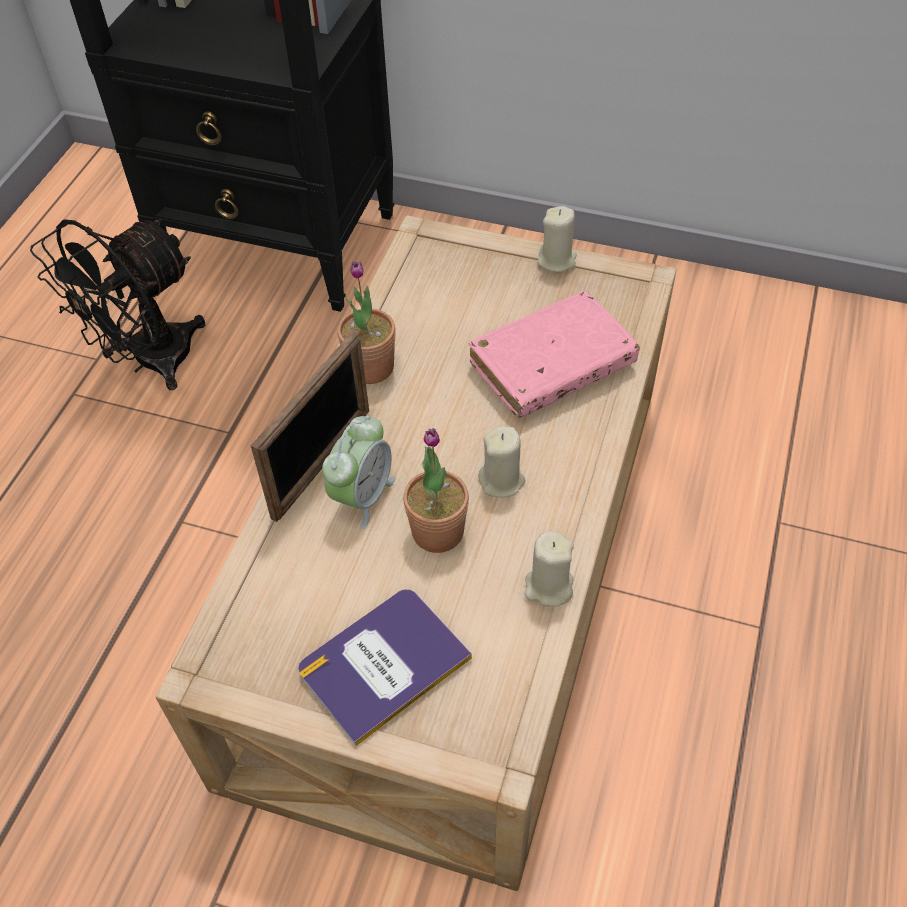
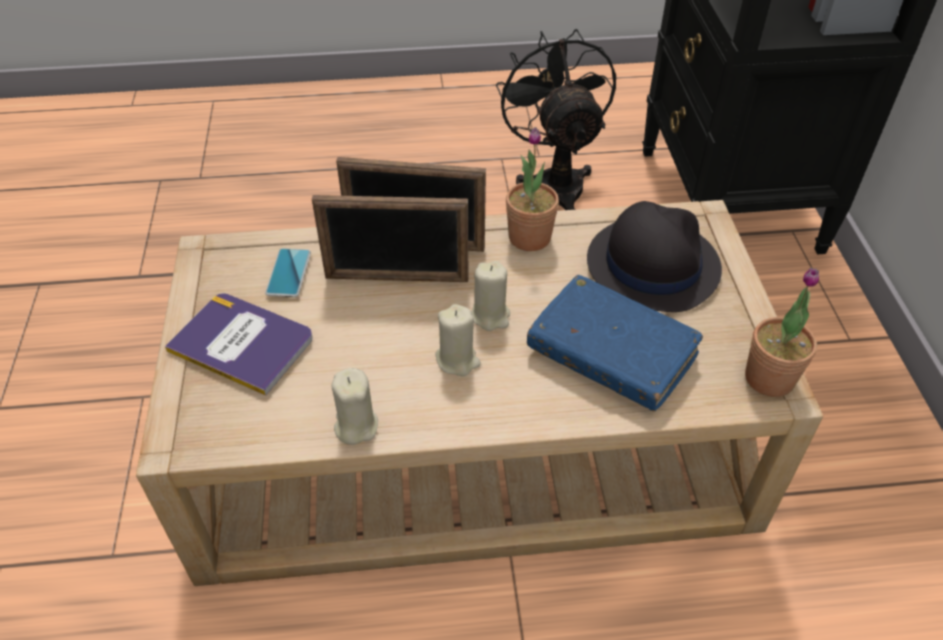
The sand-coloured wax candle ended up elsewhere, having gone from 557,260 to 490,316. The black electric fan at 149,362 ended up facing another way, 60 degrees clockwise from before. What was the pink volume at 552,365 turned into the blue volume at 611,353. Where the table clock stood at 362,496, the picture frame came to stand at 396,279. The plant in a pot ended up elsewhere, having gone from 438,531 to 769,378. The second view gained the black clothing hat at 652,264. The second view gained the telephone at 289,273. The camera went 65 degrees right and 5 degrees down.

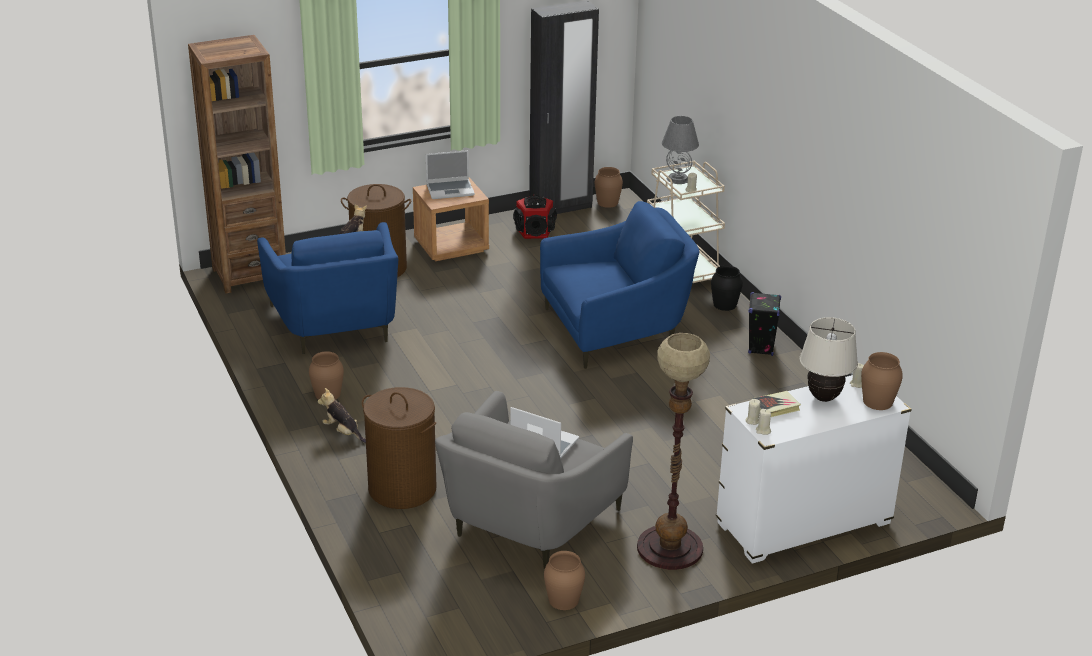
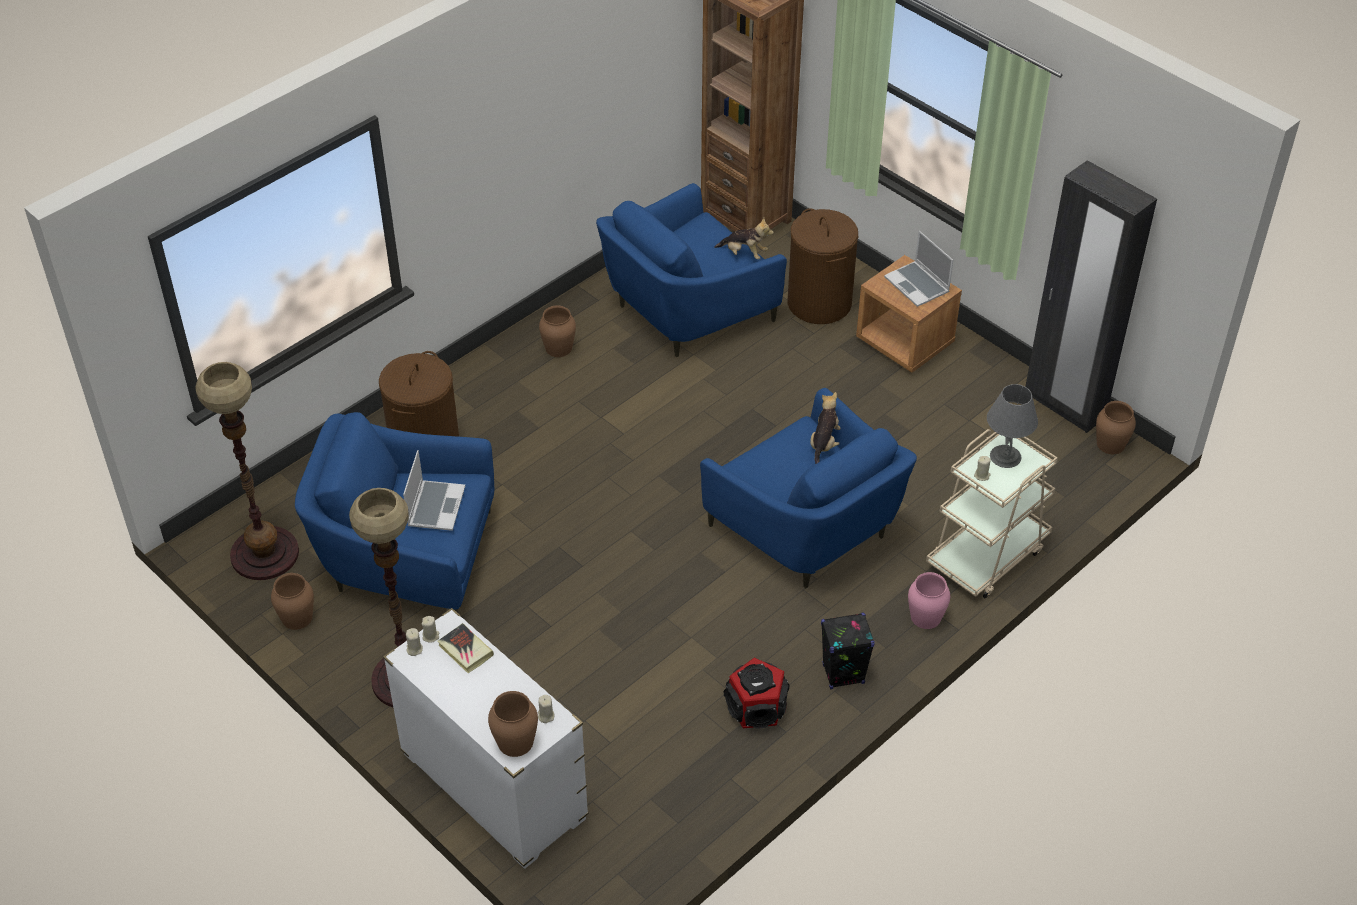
The speaker ended up elsewhere, having gone from 535,231 to 757,709. What was the black decorative vase at 725,304 turned into the pink decorative vase at 926,617. The second view lost the sand-coloured lamp for a table at 824,398. The soft toy ended up elsewhere, having gone from 343,432 to 824,444. What was the grey armchair at 528,523 turned into the blue armchair at 407,557. The second view gained the floor lamp at 264,554. The camera went 70 degrees right and 15 degrees up.

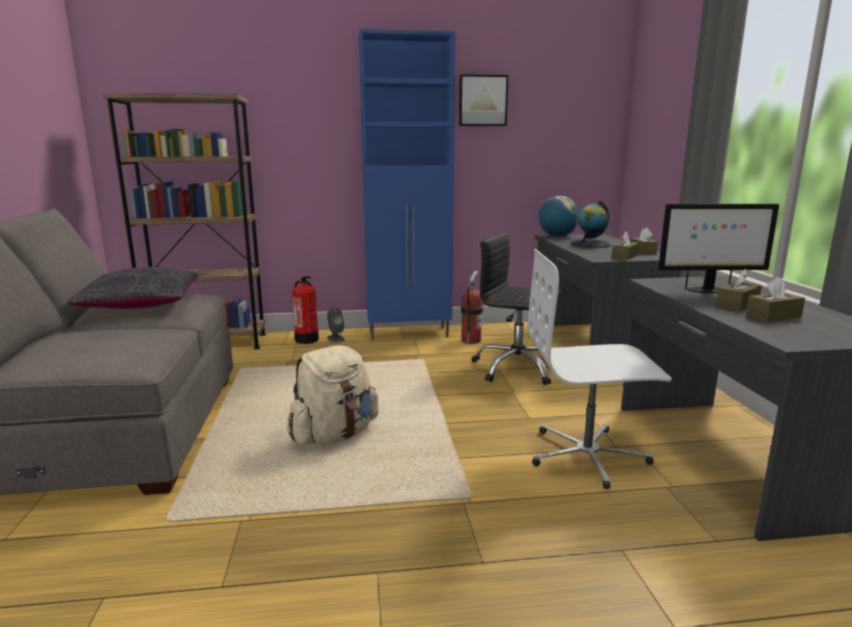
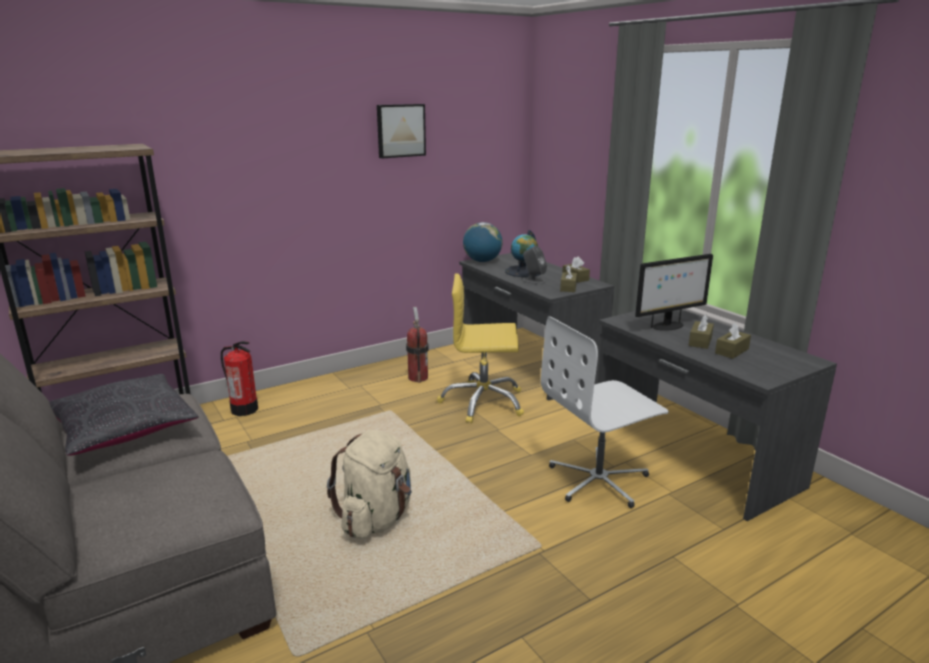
The second view lost the blue cabinet at 410,333. What was the black office chair at 516,368 turned into the yellow-coloured office chair at 483,402. The grey speaker ended up elsewhere, having gone from 335,338 to 533,281. The camera went 25 degrees left and 5 degrees up.

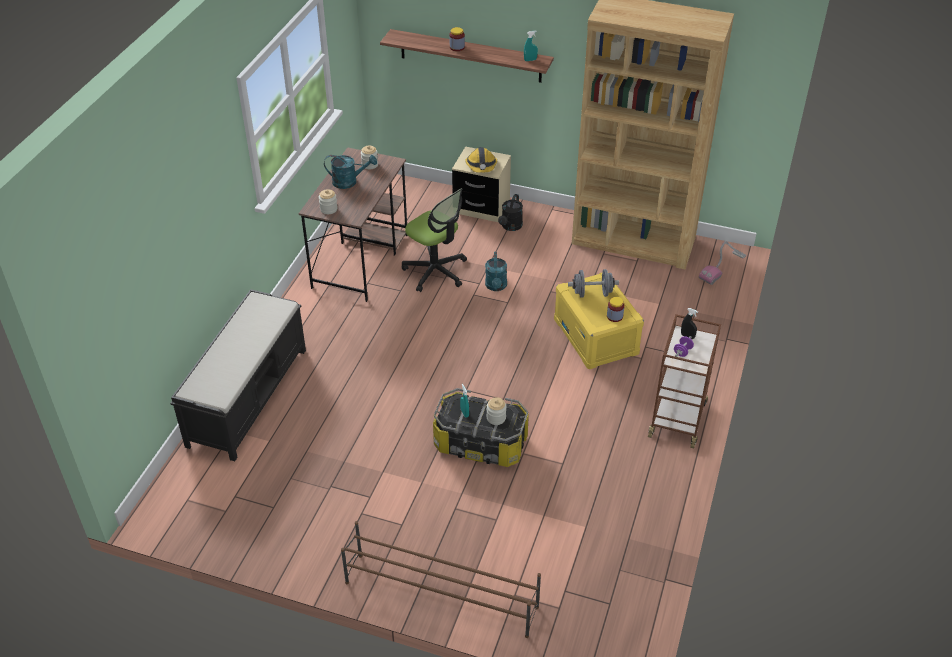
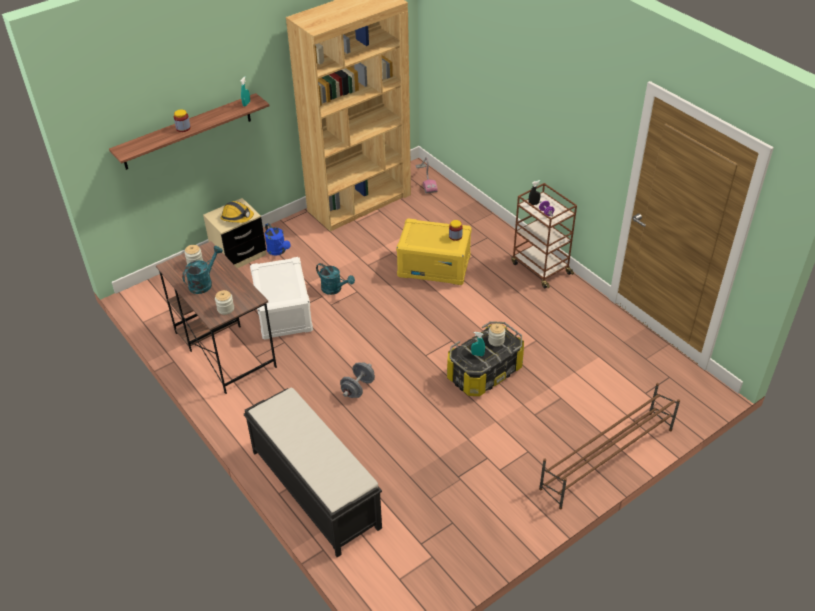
Where the office chair stood at 435,271, the white storage box came to stand at 284,313. What was the black watering can at 510,227 turned into the blue watering can at 278,251. The grey dumbbell ended up elsewhere, having gone from 592,293 to 358,388. The camera went 55 degrees left and 0 degrees up.

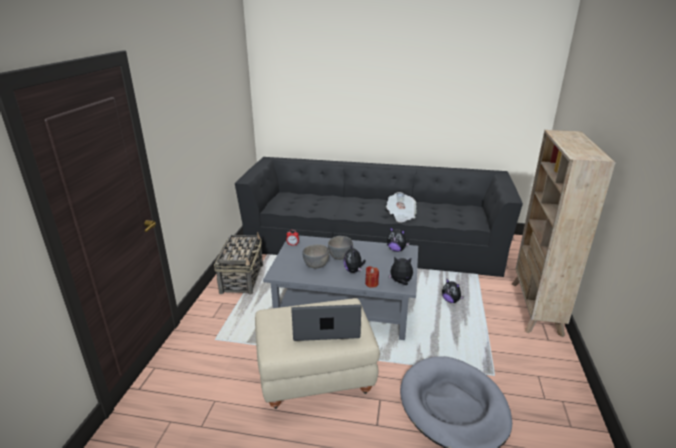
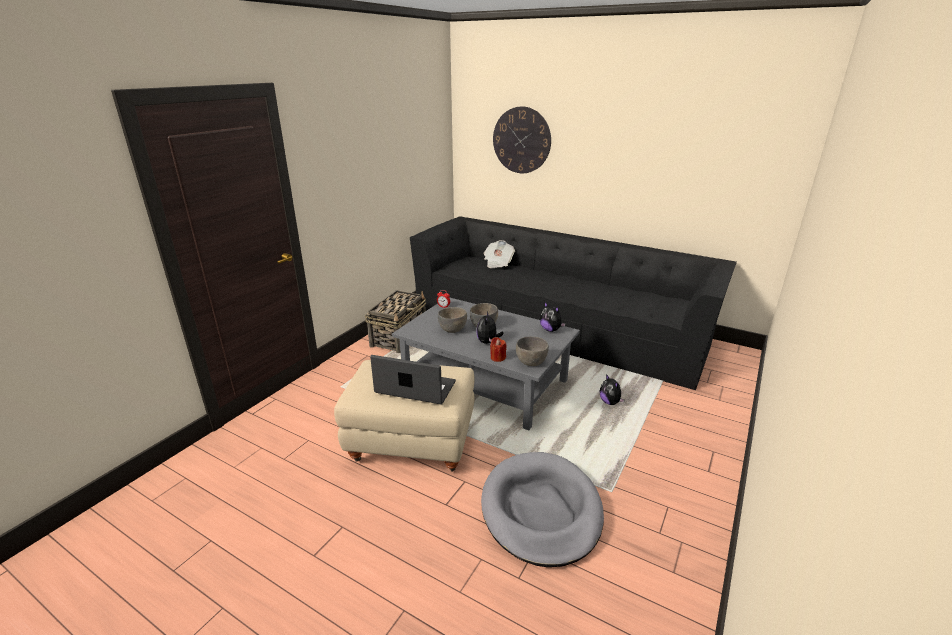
The second view lost the sand-coloured bookshelf at 535,308. The newspaper ended up elsewhere, having gone from 401,215 to 498,263. Where the soft toy stood at 400,282, the grey serving bowl came to stand at 530,362. The second view gained the clock on the wall at 521,140. The camera went 20 degrees right and 0 degrees up.

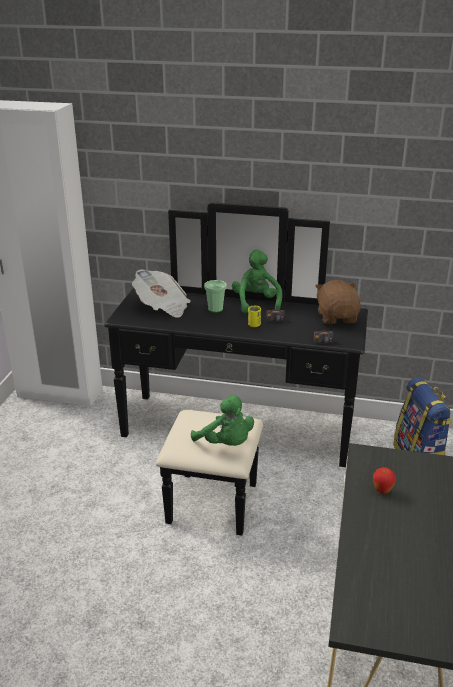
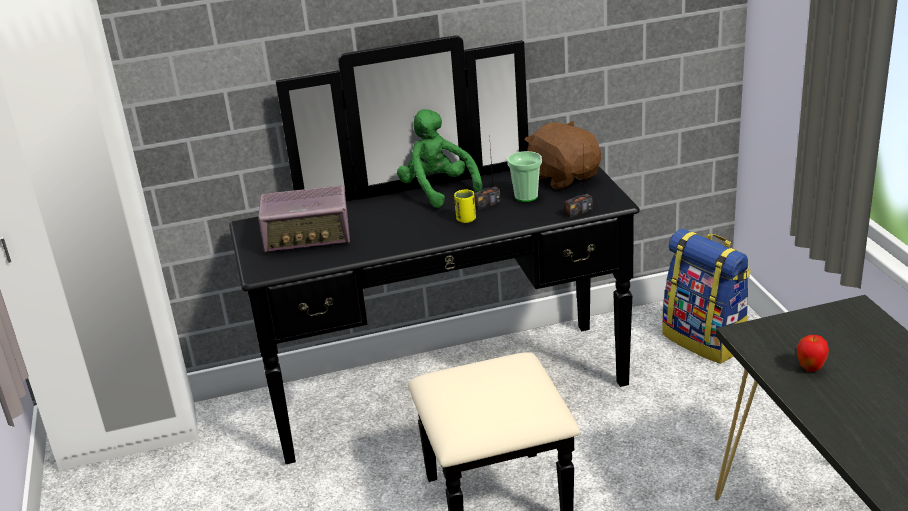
Where the newspaper stood at 162,307, the radio receiver came to stand at 308,236. The small cup ended up elsewhere, having gone from 215,309 to 526,196. The second view lost the green-coloured soft toy at 226,444. The camera went 25 degrees left and 0 degrees up.

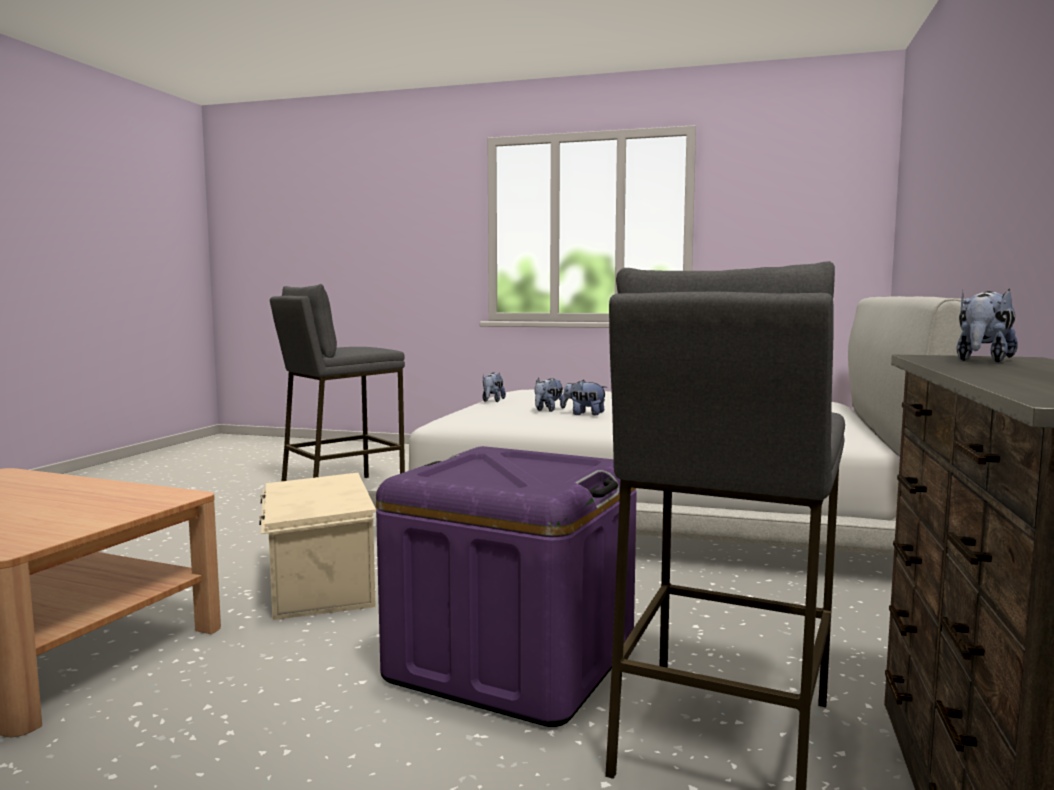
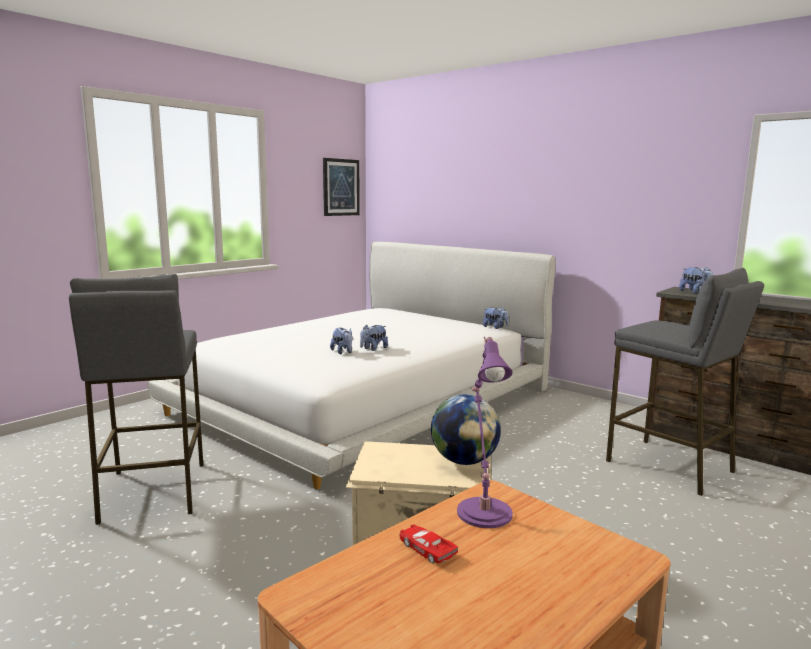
The soft toy ended up elsewhere, having gone from 492,401 to 495,327. The second view lost the purple storage box at 512,660. The second view gained the wall art at 340,187. The second view gained the purple lamp for a table at 483,510. The second view gained the desk globe at 464,461. The second view gained the red-coloured model car at 426,548. The camera went 65 degrees left and 5 degrees up.

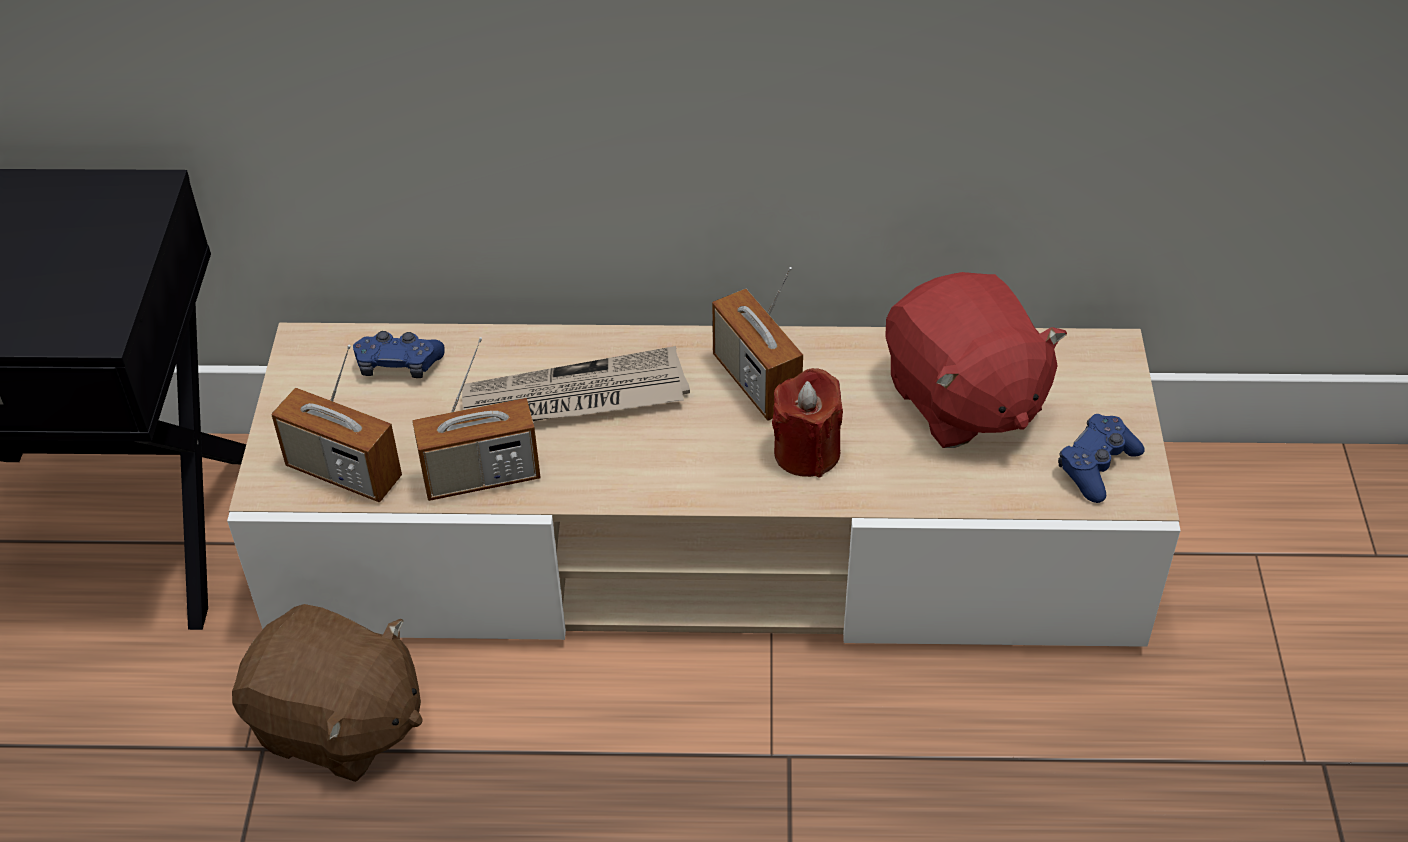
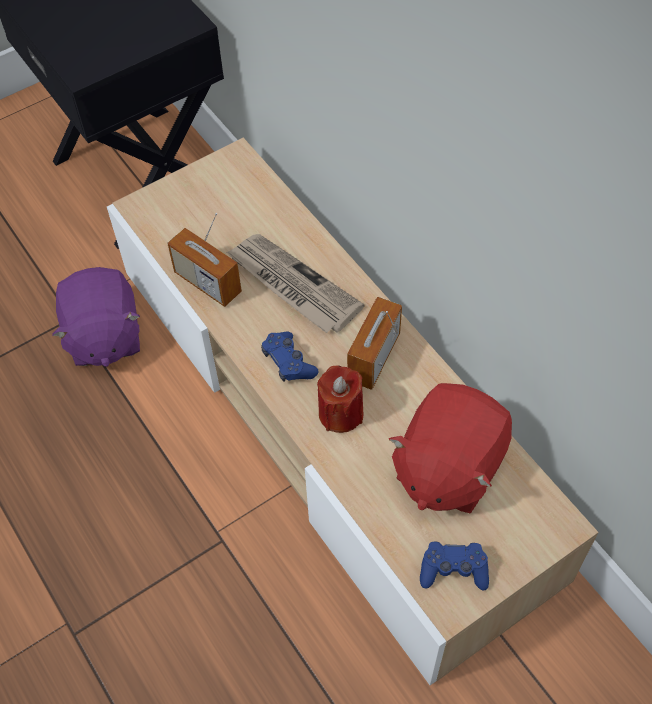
The blue joypad ended up elsewhere, having gone from 398,365 to 288,362. The second view lost the radio receiver at 344,472. What was the brown soft toy at 338,725 turned into the purple soft toy at 103,337. The camera went 55 degrees right and 10 degrees up.

